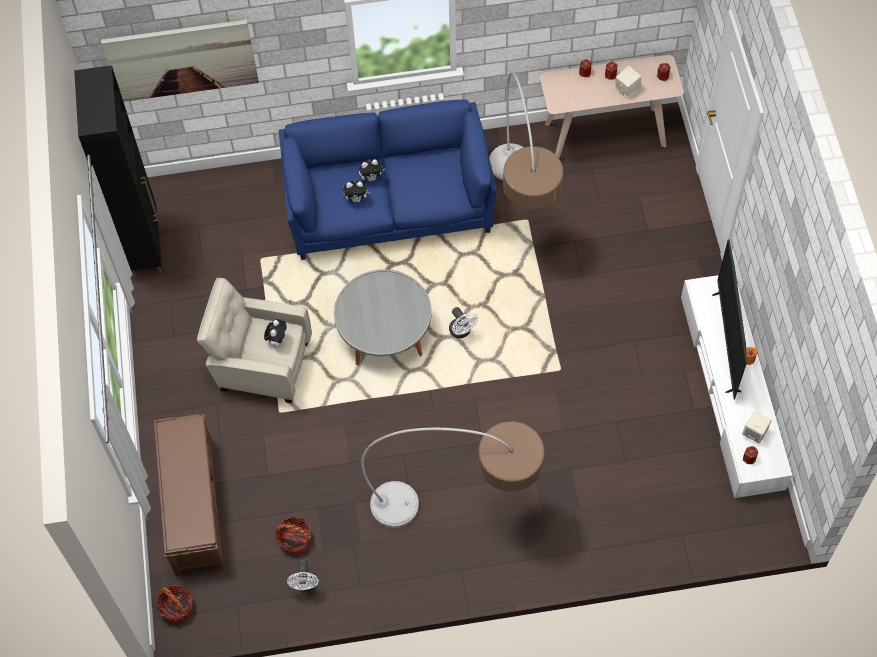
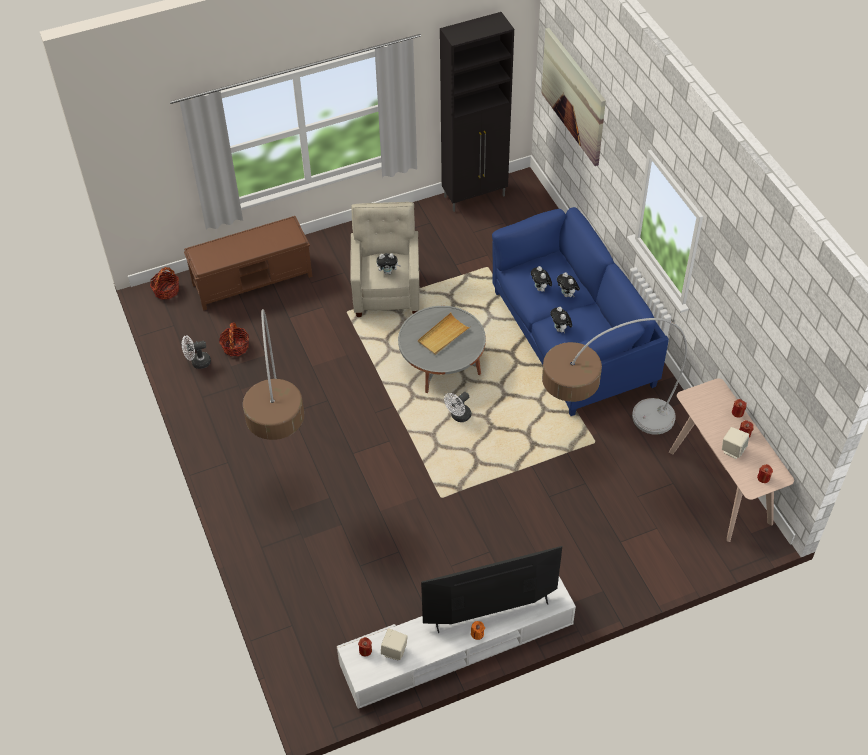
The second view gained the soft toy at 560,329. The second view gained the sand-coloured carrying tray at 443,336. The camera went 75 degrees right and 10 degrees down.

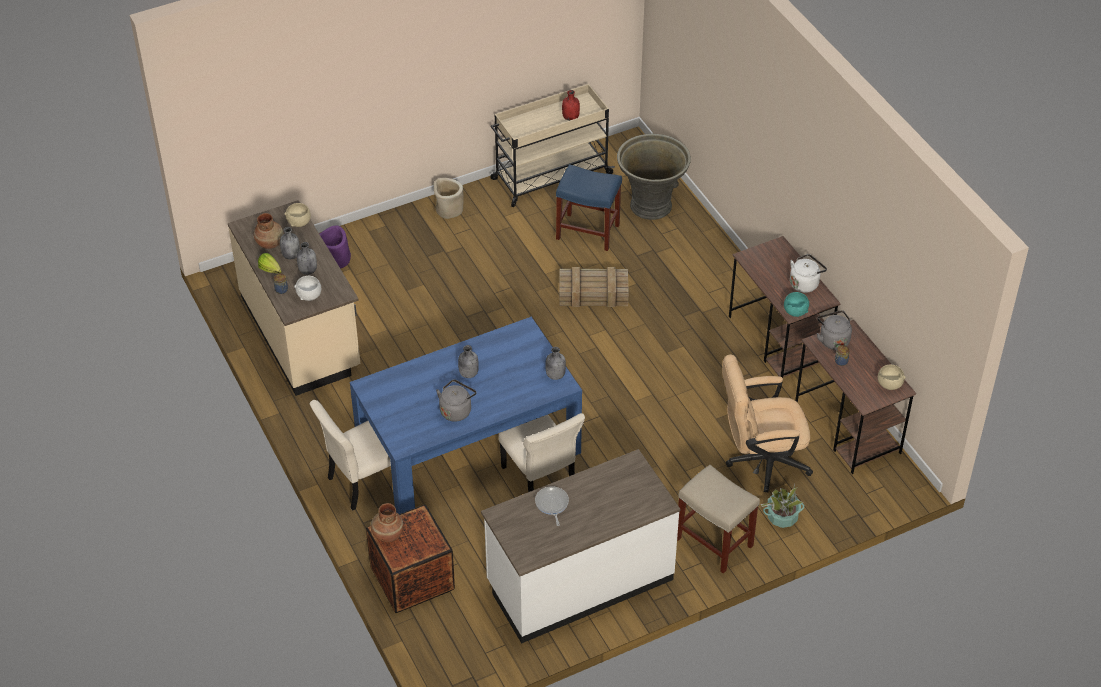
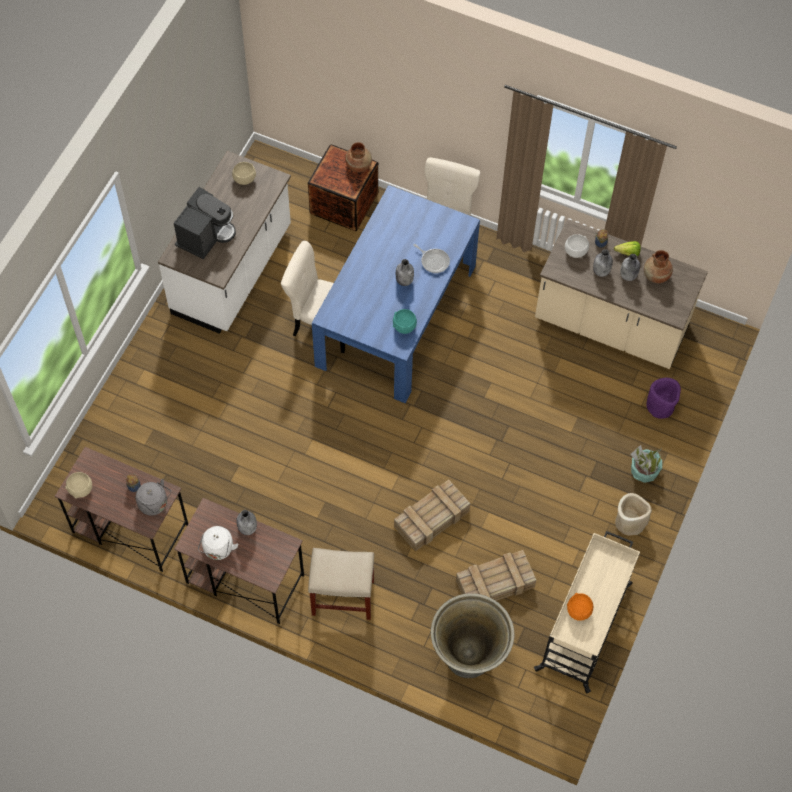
Where the red-coloured beverage bottle stood at 571,117, the orange serving bowl came to stand at 579,611. Where the blue stool stood at 589,232, the crate came to stand at 494,584. The sand-coloured serving bowl ended up elsewhere, having gone from 299,222 to 244,179. The blue-green serving bowl ended up elsewhere, having gone from 795,311 to 404,327. The grey beverage bottle ended up elsewhere, having gone from 555,375 to 248,528. The second view lost the sand-coloured office chair at 760,461. The second view lost the grey water kettle at 456,410. The sand-coloured stool ended up elsewhere, having gone from 715,543 to 342,597. The plant in a pot ended up elsewhere, having gone from 782,517 to 644,470. The frying pan ended up elsewhere, having gone from 552,504 to 434,261. The second view gained the coffee brewer at 205,236. The camera went 140 degrees right and 15 degrees up.

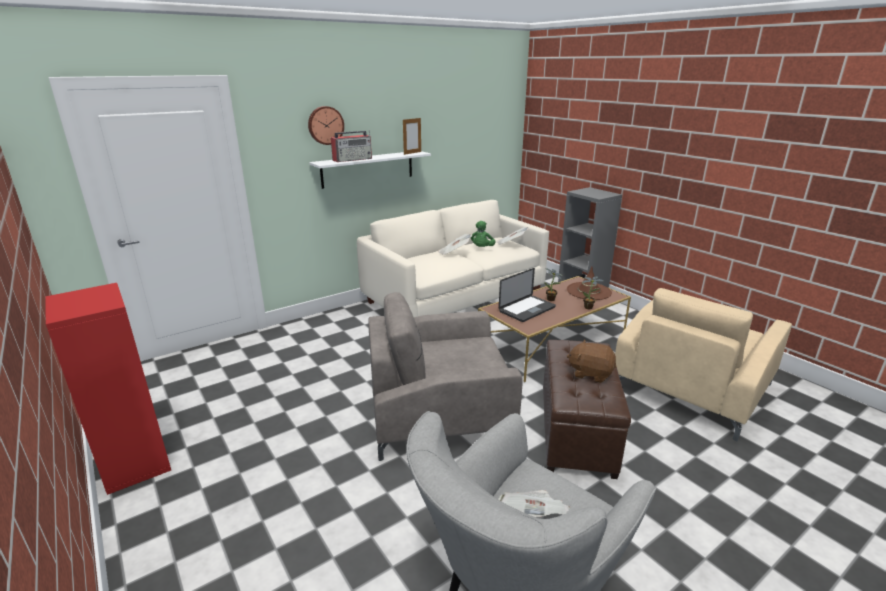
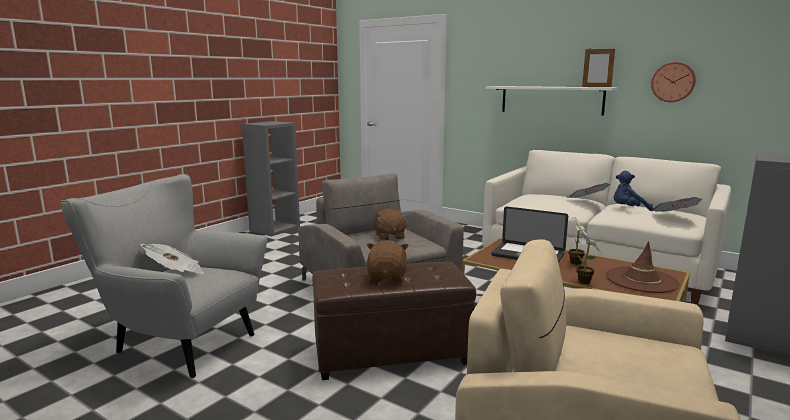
The clock on the wall ended up elsewhere, having gone from 325,125 to 673,82. The second view lost the radio receiver at 353,159. What was the green-coloured soft toy at 482,248 turned into the blue soft toy at 628,209. What was the red-coloured bookshelf at 134,462 turned into the grey bookshelf at 275,229. The second view gained the brown soft toy at 389,236. The camera went 70 degrees right and 10 degrees down.

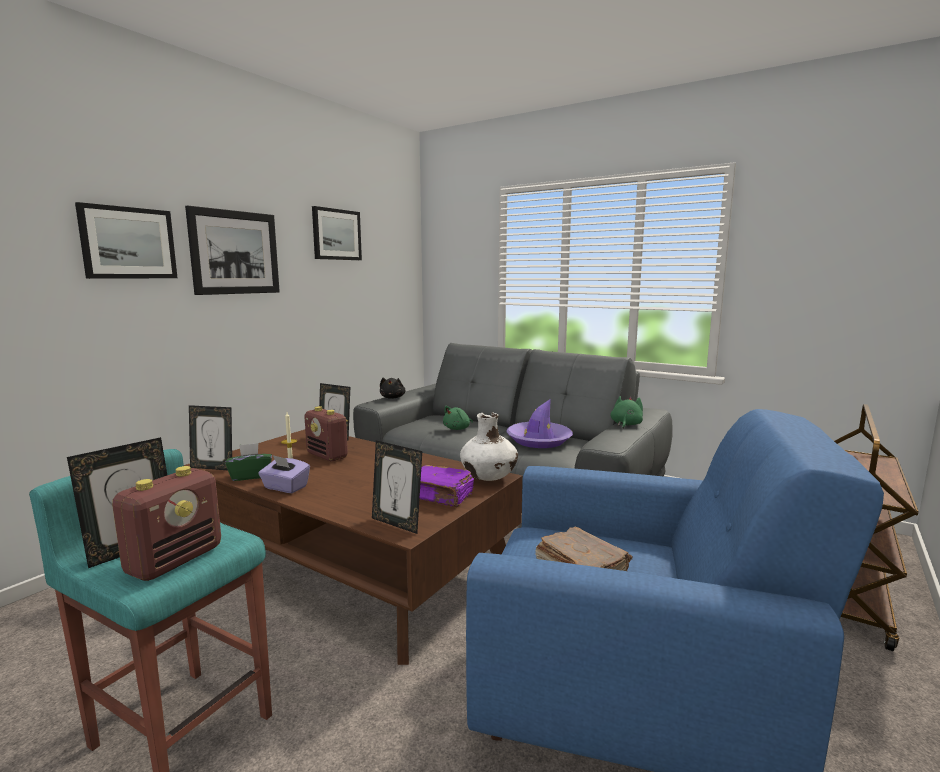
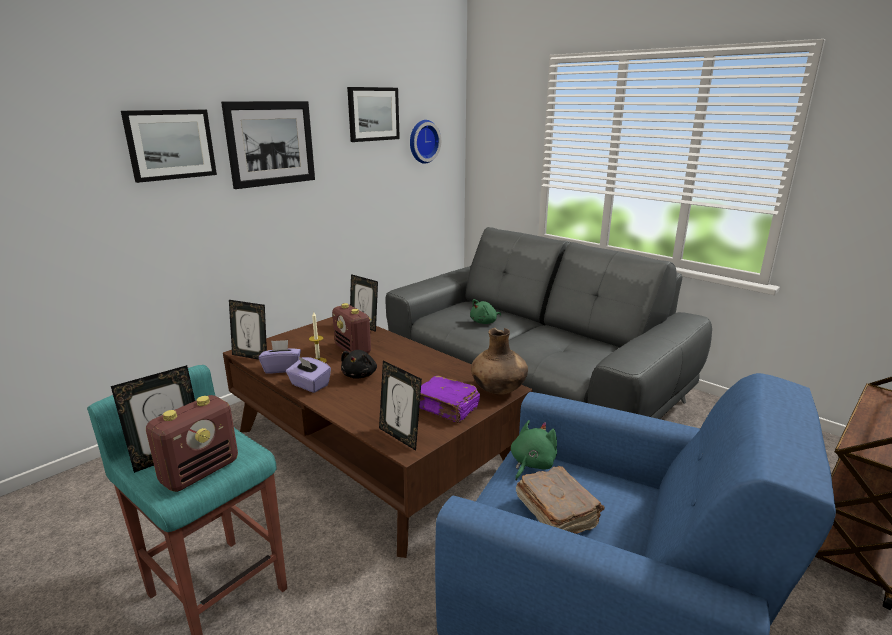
The black soft toy ended up elsewhere, having gone from 392,398 to 360,375. The green-coloured soft toy ended up elsewhere, having gone from 625,424 to 531,464. The second view lost the purple clothing hat at 539,440. What was the white decorative vase at 489,478 turned into the brown decorative vase at 498,390. What was the green-coloured tissue holder at 251,476 turned into the purple tissue holder at 282,368. The second view gained the clock on the wall at 422,141. The camera went 10 degrees right and 10 degrees up.

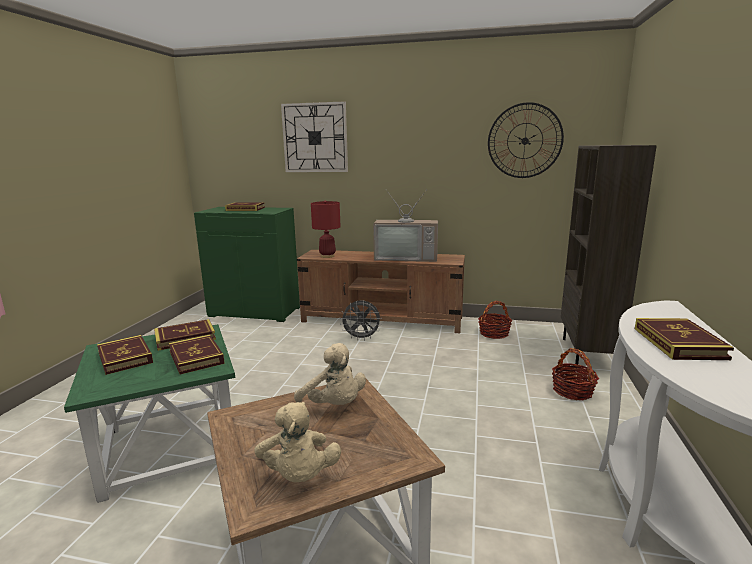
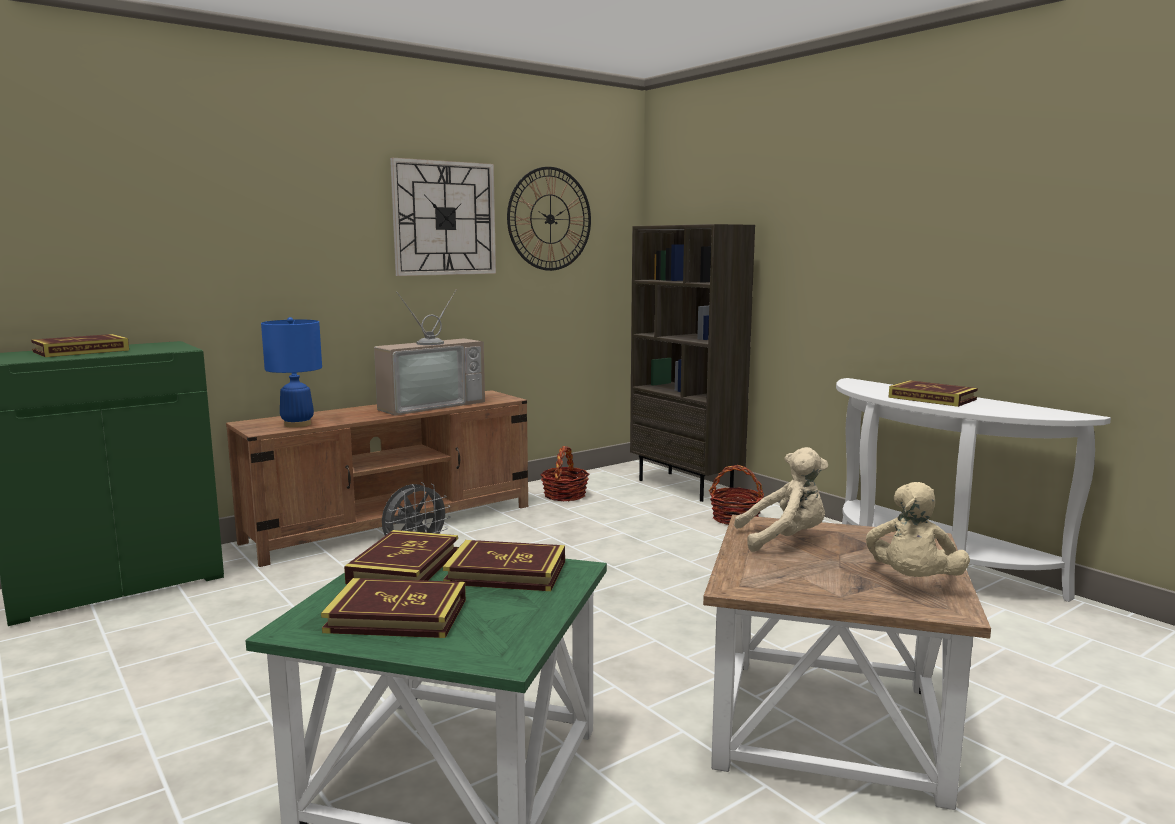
The clock on the wall ended up elsewhere, having gone from 315,138 to 444,218. What was the red-coloured lamp for a table at 327,256 turned into the blue lamp for a table at 297,424. The sand-coloured soft toy at 299,476 ended up facing another way, 90 degrees clockwise from before. The camera went 50 degrees left and 5 degrees down.

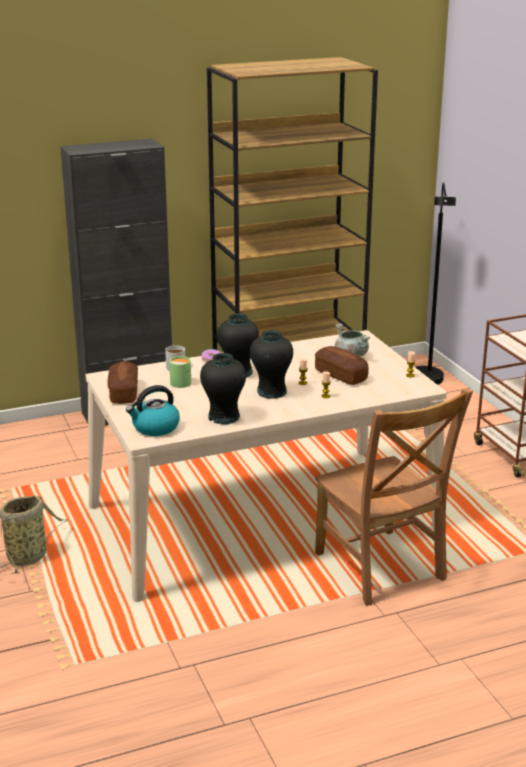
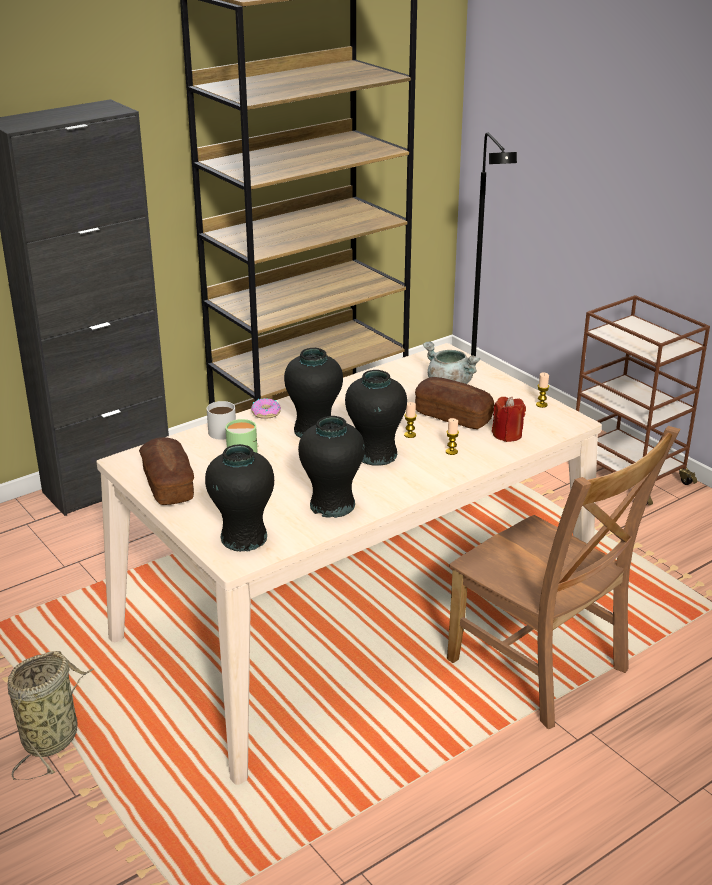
Where the water kettle stood at 155,428, the black decorative vase came to stand at 243,538. The second view gained the red-coloured wax candle at 507,435. The camera went 15 degrees left and 5 degrees up.

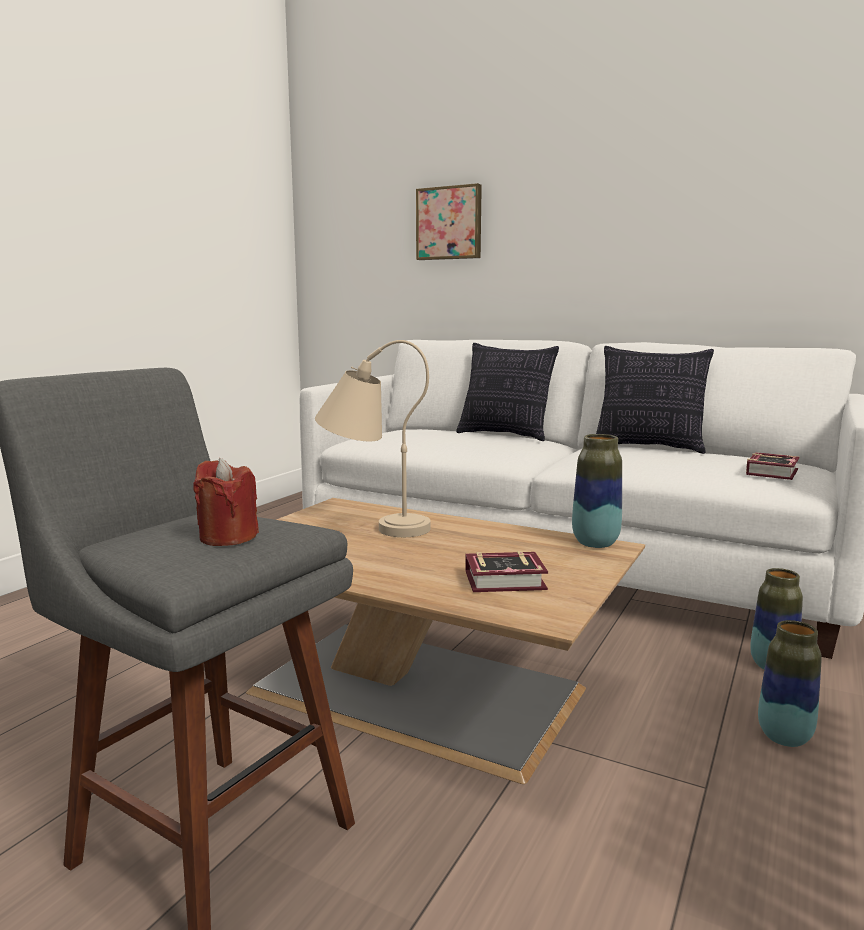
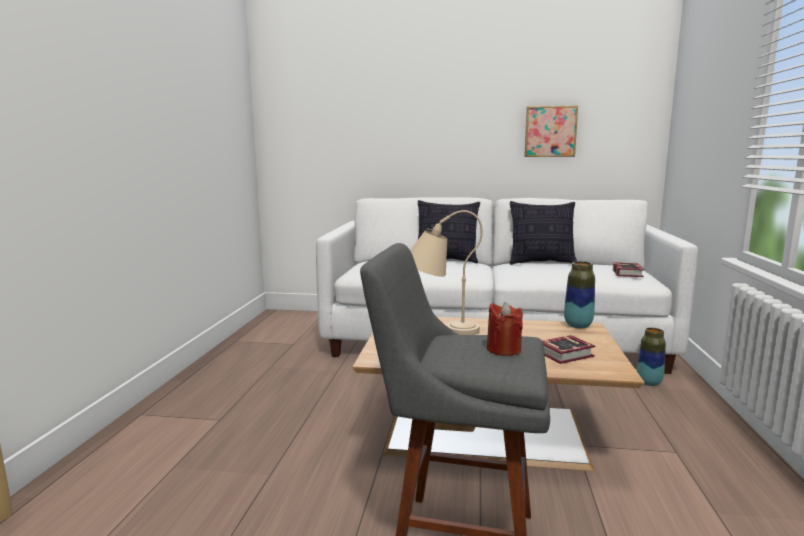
The wall art ended up elsewhere, having gone from 449,223 to 550,131. The second view lost the decorative vase at 784,737. The camera went 20 degrees left and 0 degrees up.

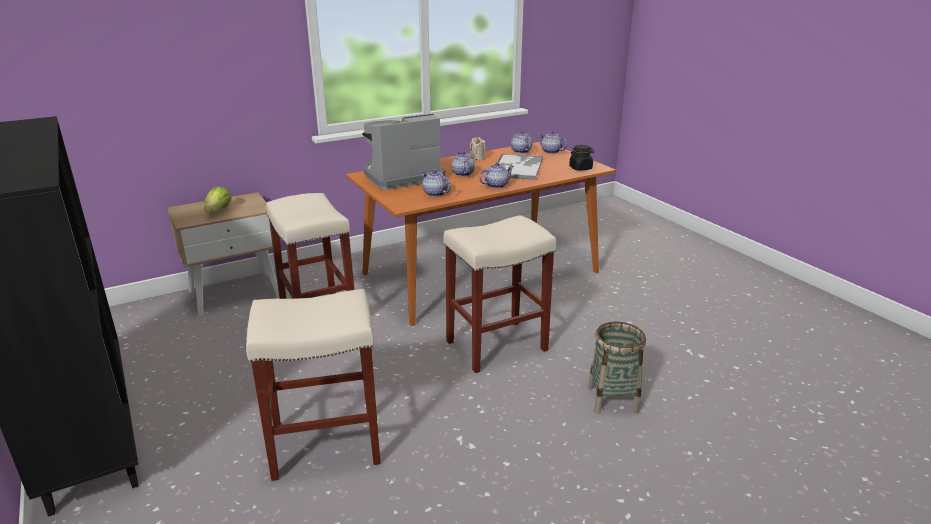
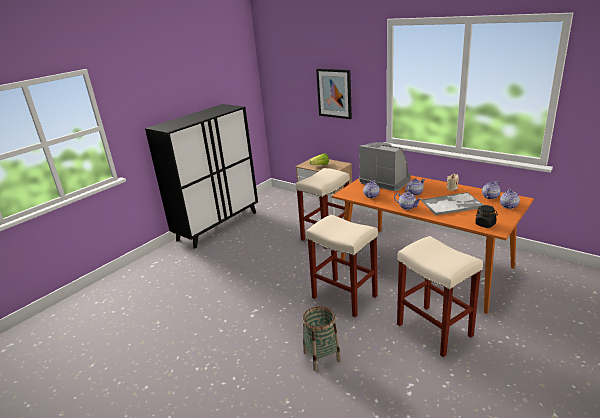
The sand-coloured stool ended up elsewhere, having gone from 324,446 to 433,330. The second view gained the wall art at 334,93. The camera went 70 degrees right and 0 degrees up.

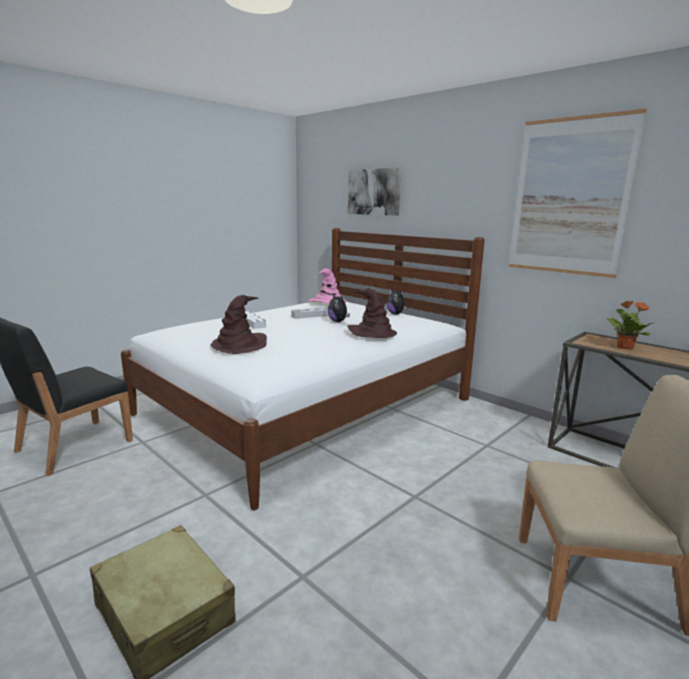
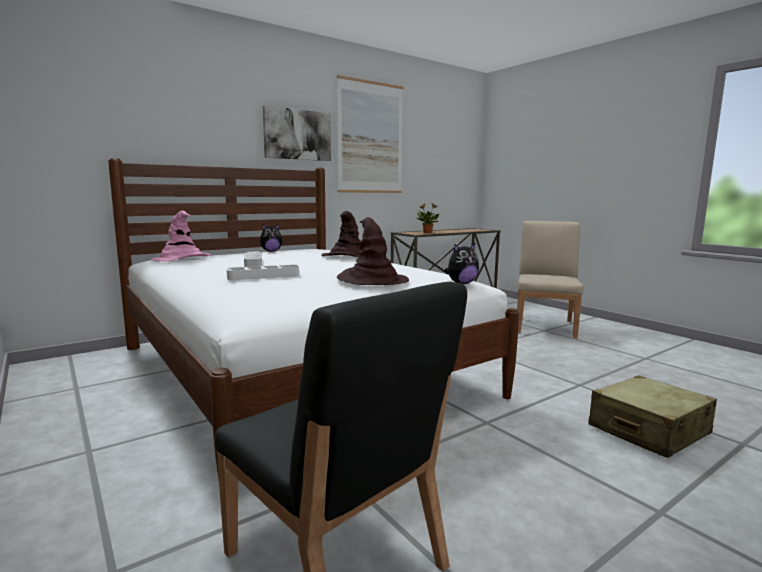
The wall art ended up elsewhere, having gone from 374,192 to 297,134. The soft toy ended up elsewhere, having gone from 338,321 to 461,283. The camera went 80 degrees left and 5 degrees down.

